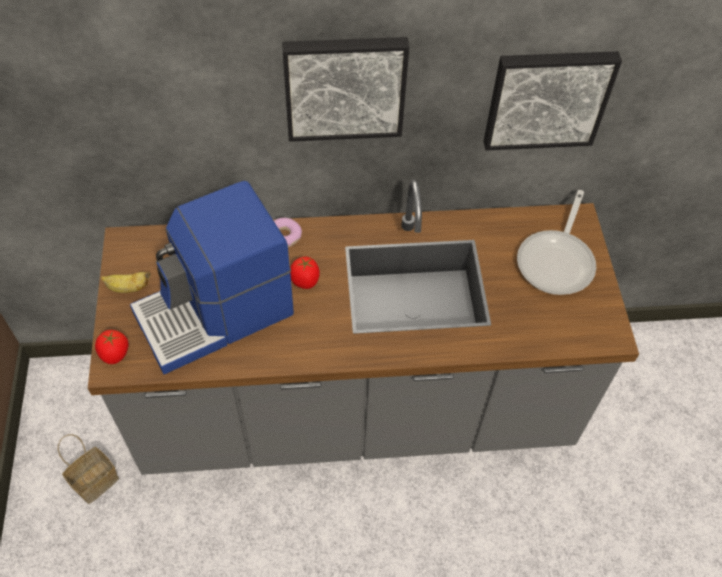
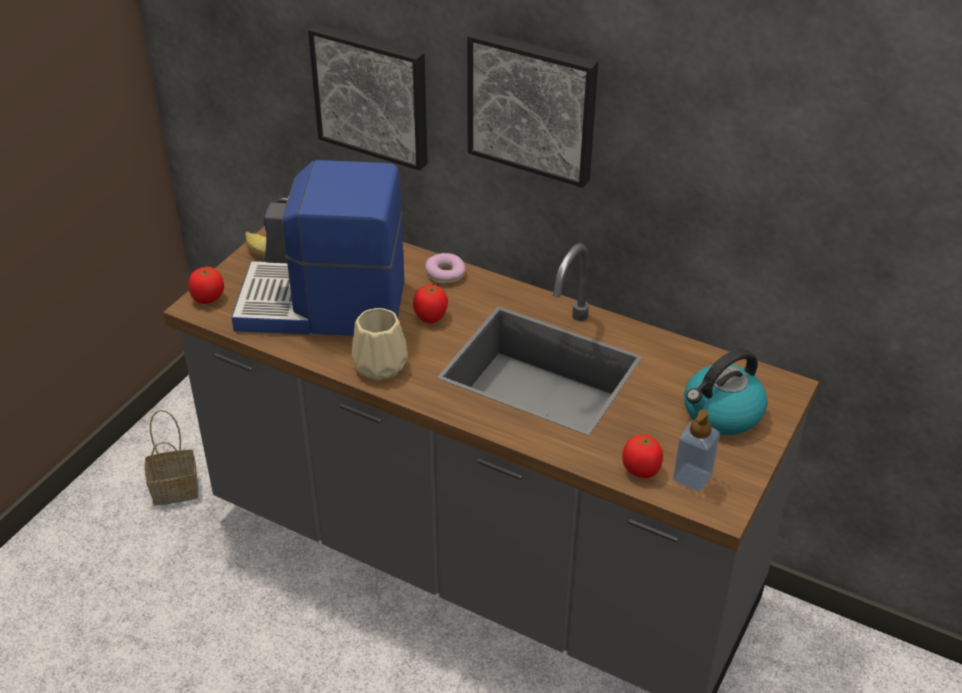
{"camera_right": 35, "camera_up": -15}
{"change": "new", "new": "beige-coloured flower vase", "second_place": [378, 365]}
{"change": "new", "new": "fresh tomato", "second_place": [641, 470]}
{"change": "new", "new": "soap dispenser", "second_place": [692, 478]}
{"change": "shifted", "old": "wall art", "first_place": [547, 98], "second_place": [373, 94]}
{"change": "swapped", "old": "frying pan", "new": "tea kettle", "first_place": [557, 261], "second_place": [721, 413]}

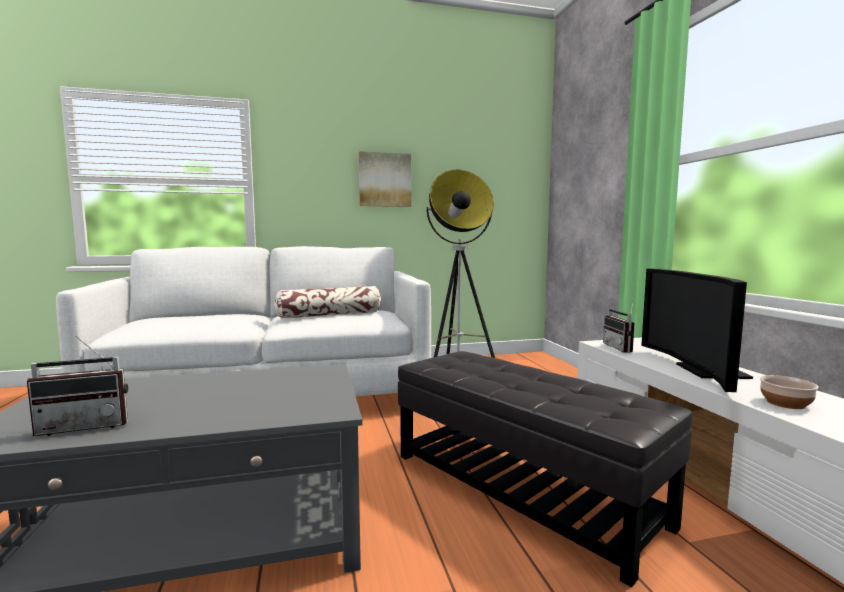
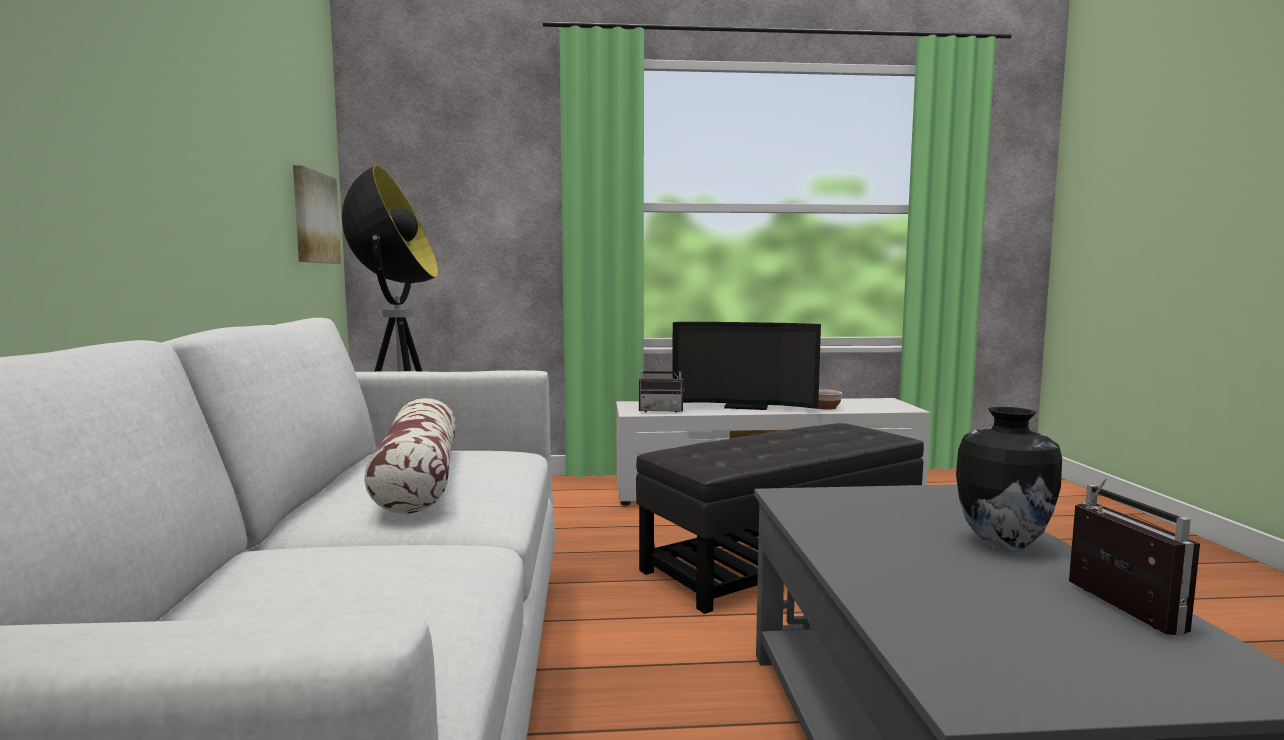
{"camera_right": -80, "camera_up": 0}
{"change": "new", "new": "flower vase", "second_place": [1001, 544]}
{"change": "shifted", "old": "wall art", "first_place": [384, 180], "second_place": [314, 217]}

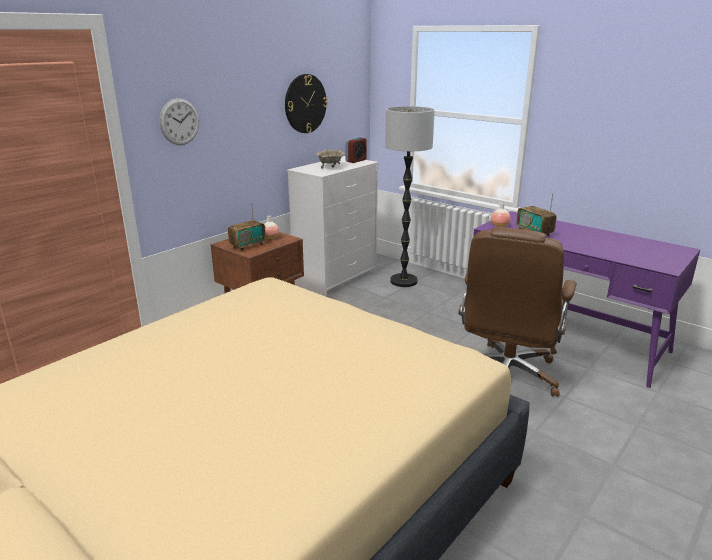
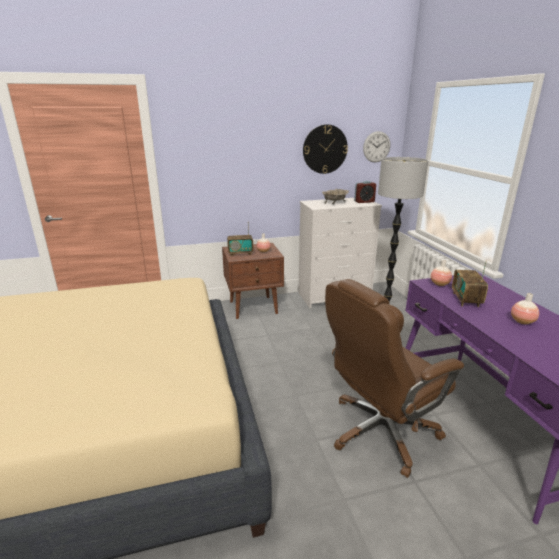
{"camera_right": 35, "camera_up": 0}
{"change": "new", "new": "flower vase", "second_place": [522, 321]}
{"change": "shifted", "old": "clock on the wall", "first_place": [179, 122], "second_place": [376, 147]}

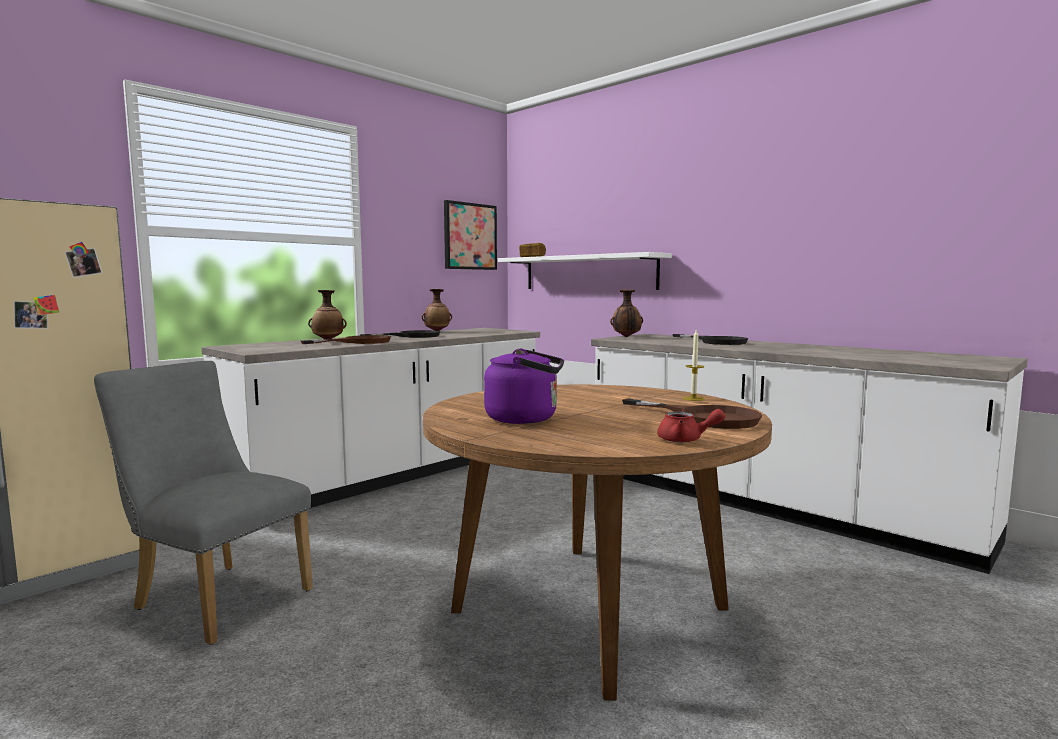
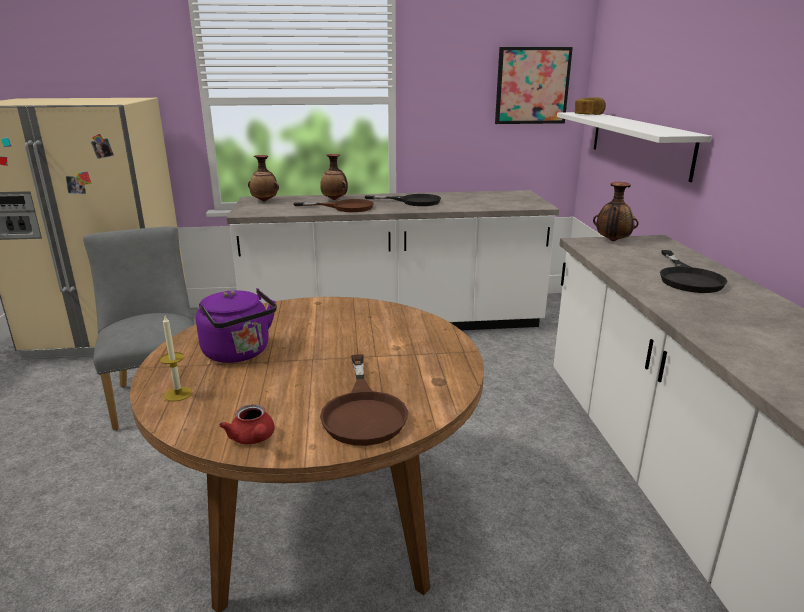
{"camera_right": 40, "camera_up": 15}
{"change": "shifted", "old": "flower vase", "first_place": [437, 331], "second_place": [265, 201]}
{"change": "shifted", "old": "candle", "first_place": [693, 399], "second_place": [178, 394]}

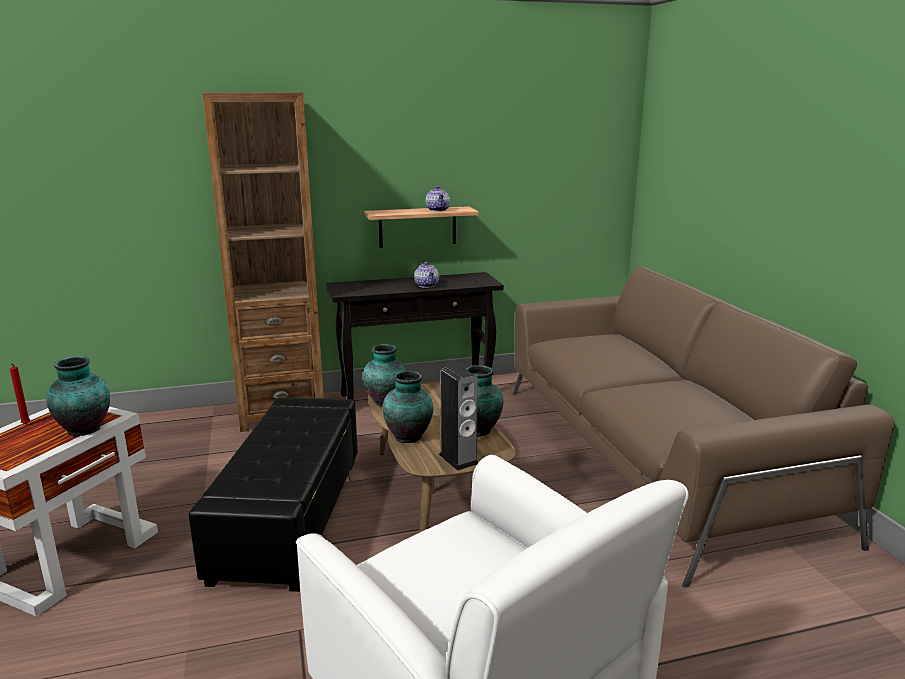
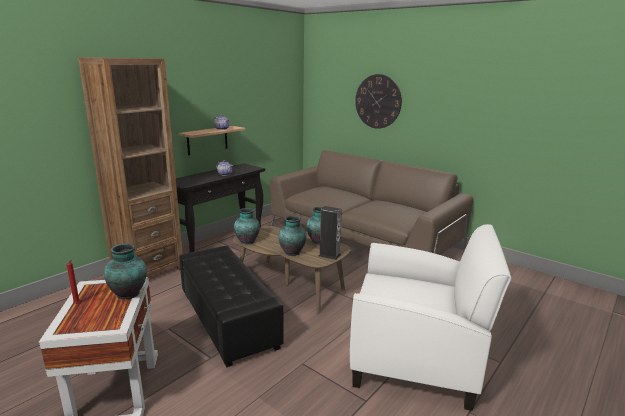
{"camera_right": -35, "camera_up": 0}
{"change": "new", "new": "clock on the wall", "second_place": [378, 101]}

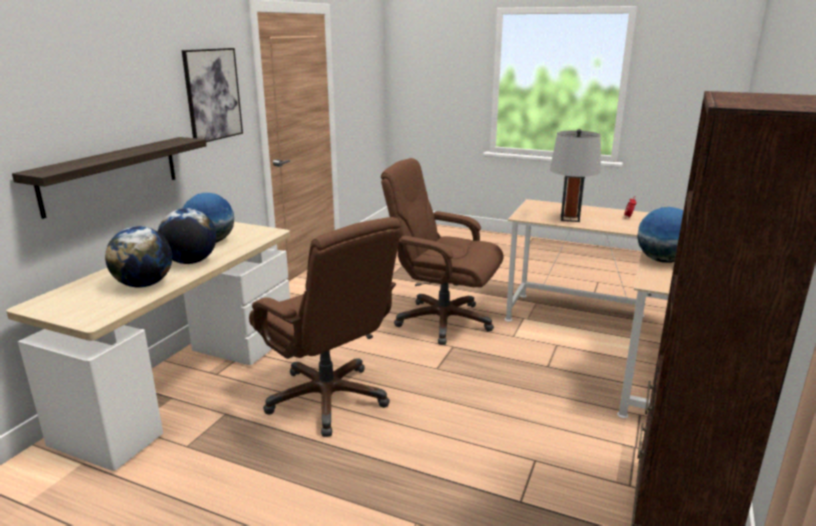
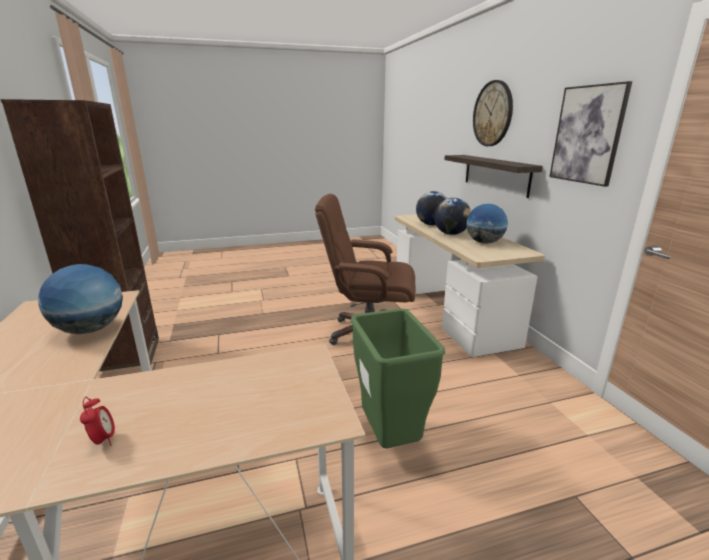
{"camera_right": 140, "camera_up": 0}
{"change": "gone", "old": "greyish table lamp", "first_place": [570, 218]}
{"change": "new", "new": "clock on the wall", "second_place": [492, 114]}
{"change": "swapped", "old": "brownish desk chair", "new": "greenish trash can", "first_place": [442, 321], "second_place": [390, 440]}

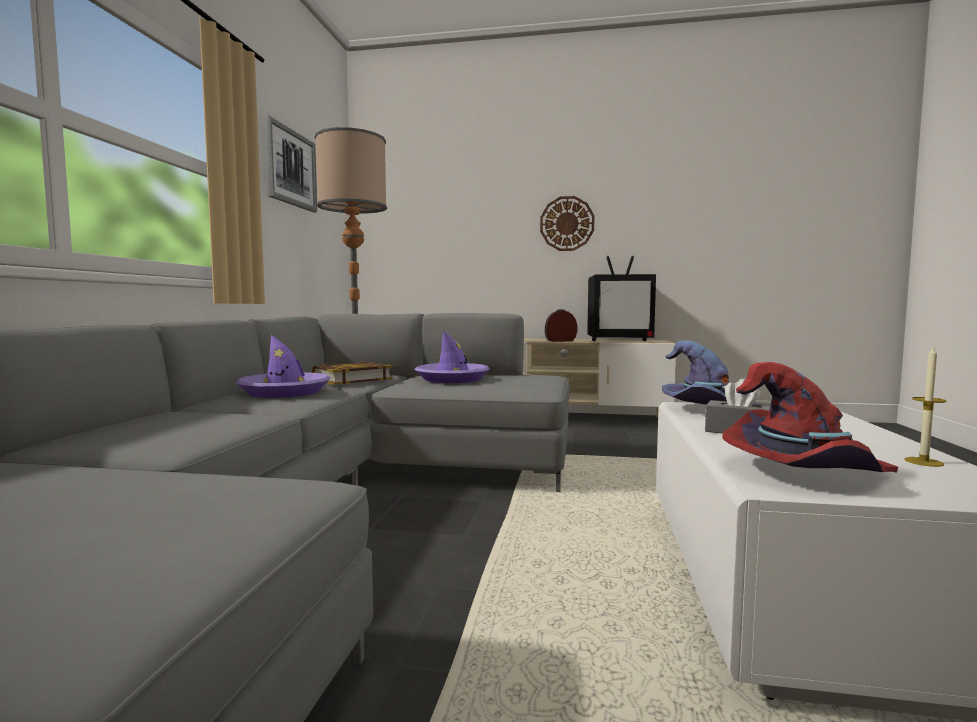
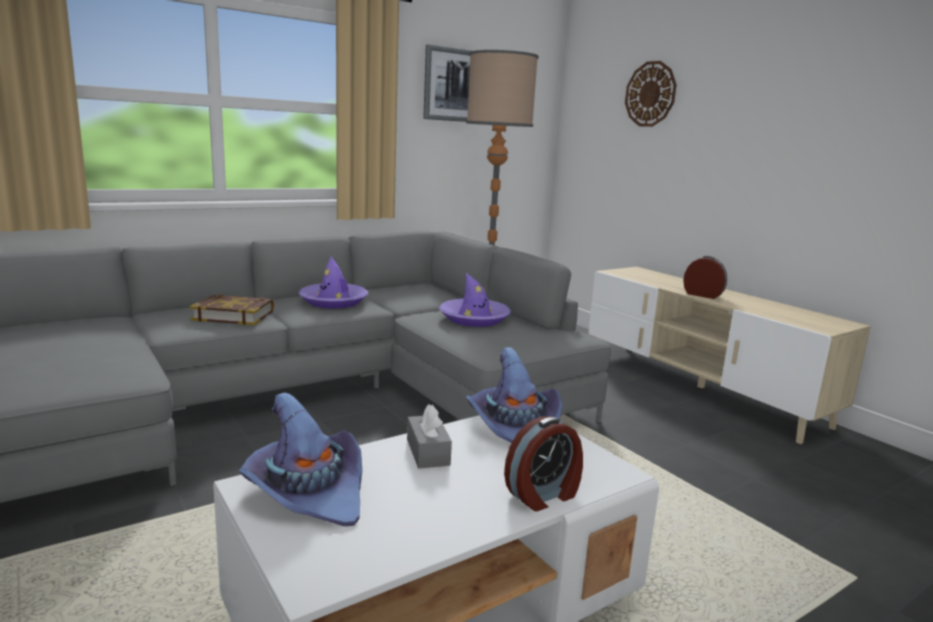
{"camera_right": 45, "camera_up": 10}
{"change": "gone", "old": "television", "first_place": [619, 341]}
{"change": "gone", "old": "candle", "first_place": [923, 462]}
{"change": "new", "new": "table clock", "second_place": [544, 495]}
{"change": "shifted", "old": "book", "first_place": [352, 379], "second_place": [233, 315]}
{"change": "shifted", "old": "clock on the wall", "first_place": [567, 223], "second_place": [650, 94]}
{"change": "repainted", "old": "red-coloured clothing hat", "new": "purple-coloured clothing hat", "first_place": [802, 472], "second_place": [307, 491]}

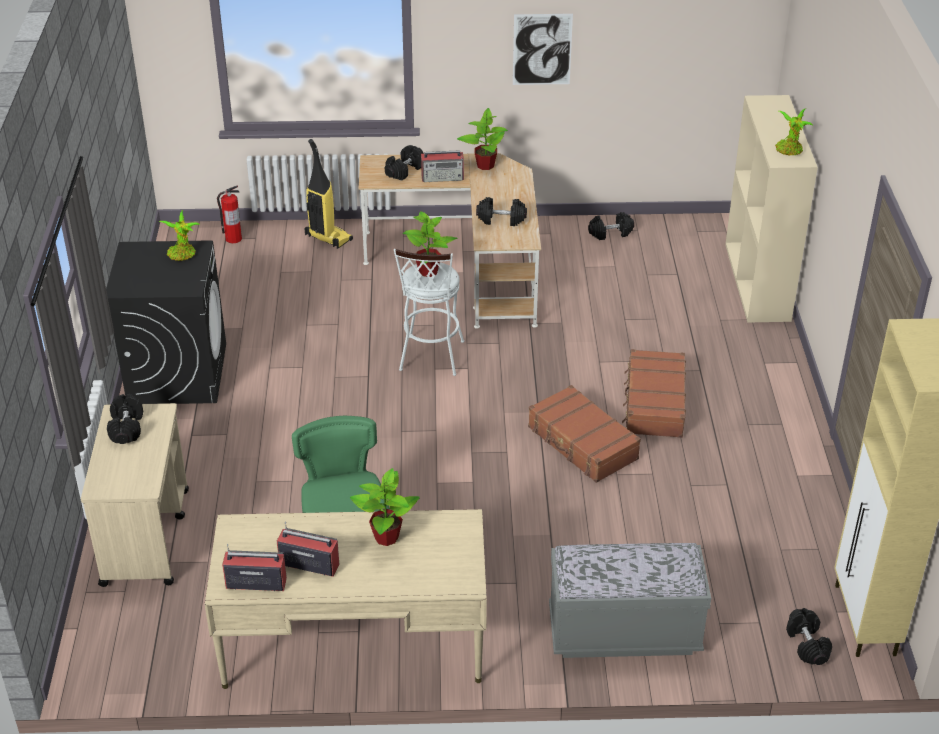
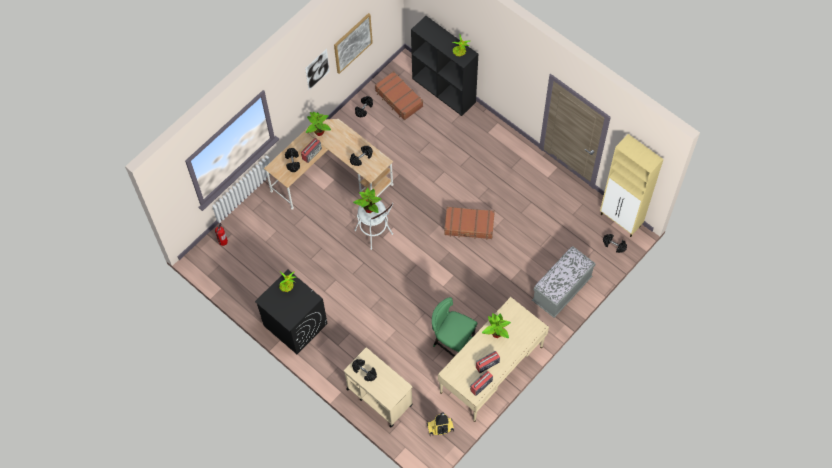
{"camera_right": -45, "camera_up": 25}
{"change": "new", "new": "wall art", "second_place": [352, 43]}
{"change": "shifted", "old": "vacuum cleaner", "first_place": [327, 238], "second_place": [440, 428]}
{"change": "shifted", "old": "brownish suitcase", "first_place": [654, 403], "second_place": [398, 99]}
{"change": "repainted", "old": "beige-coloured bookshelf", "new": "black-coloured bookshelf", "first_place": [758, 282], "second_place": [444, 90]}

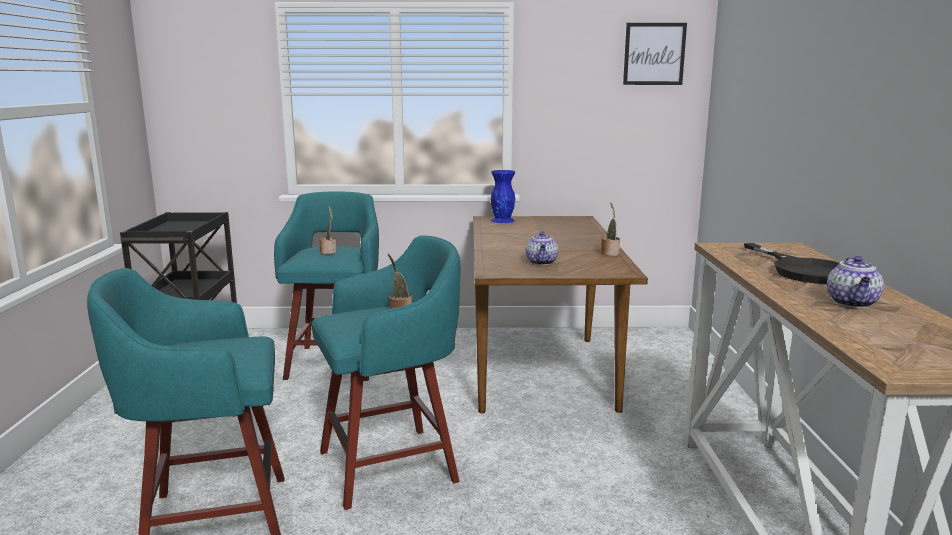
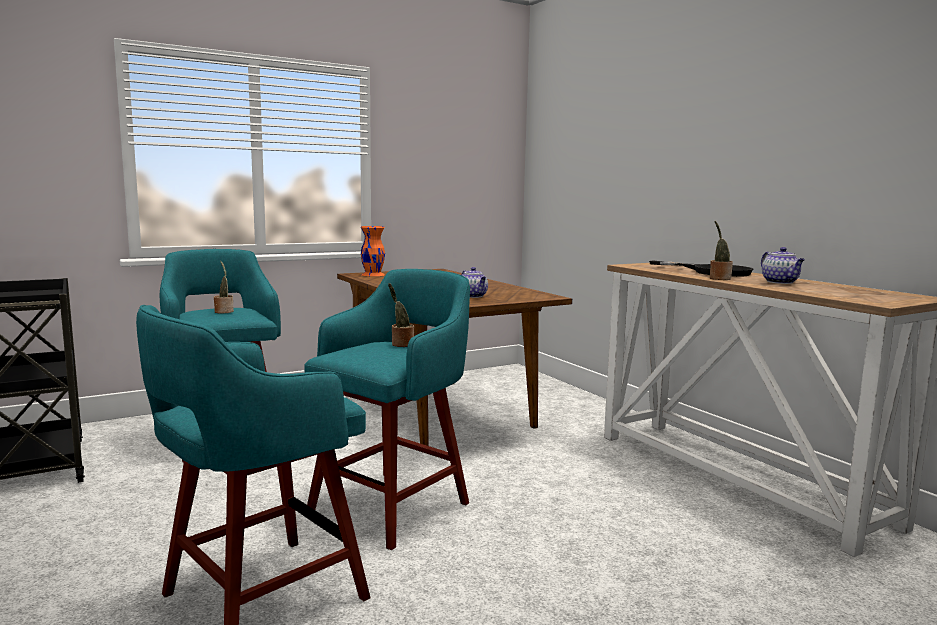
{"camera_right": -30, "camera_up": -5}
{"change": "gone", "old": "wall art", "first_place": [654, 54]}
{"change": "shifted", "old": "plant in a pot", "first_place": [609, 253], "second_place": [719, 278]}
{"change": "repainted", "old": "blue flower vase", "new": "orange-coloured flower vase", "first_place": [502, 220], "second_place": [373, 274]}

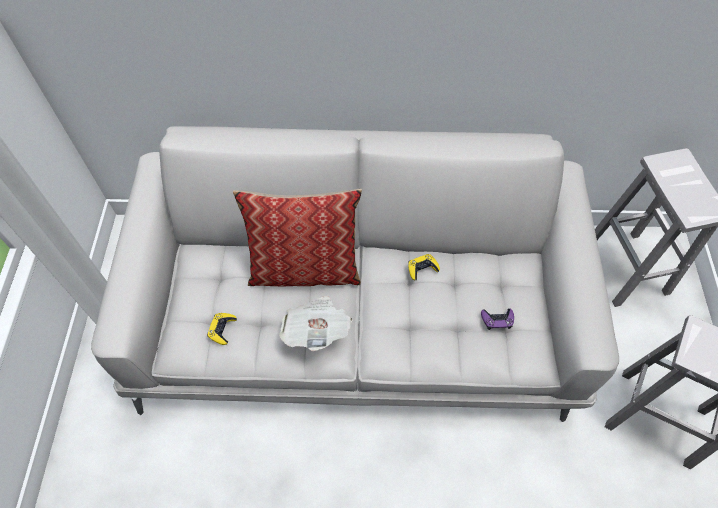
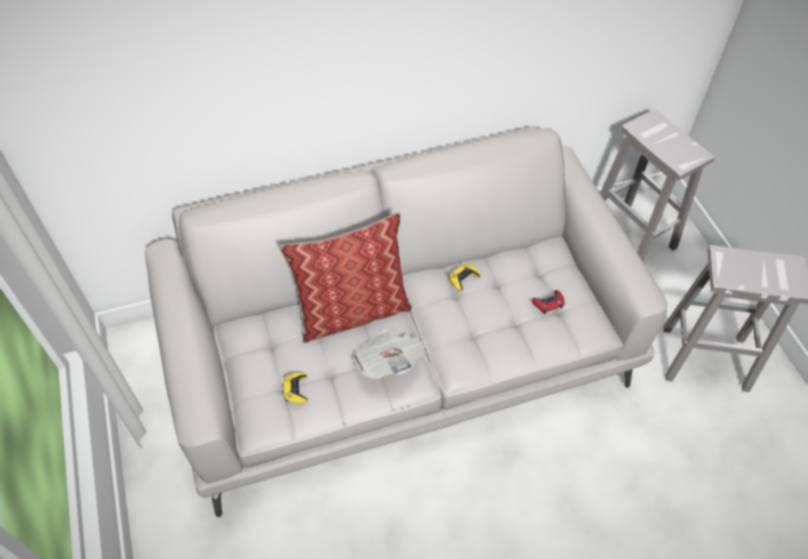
{"camera_right": -20, "camera_up": -5}
{"change": "repainted", "old": "purple-coloured gamepad", "new": "red-coloured gamepad", "first_place": [497, 320], "second_place": [548, 303]}

